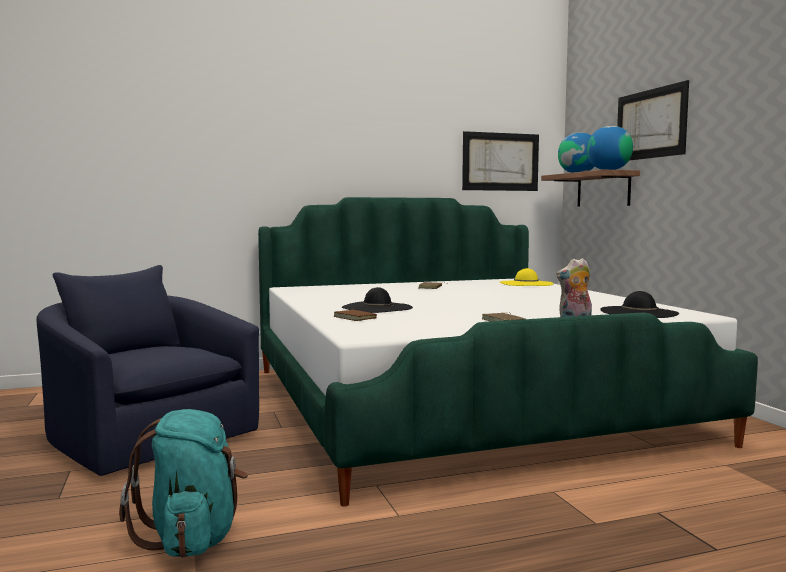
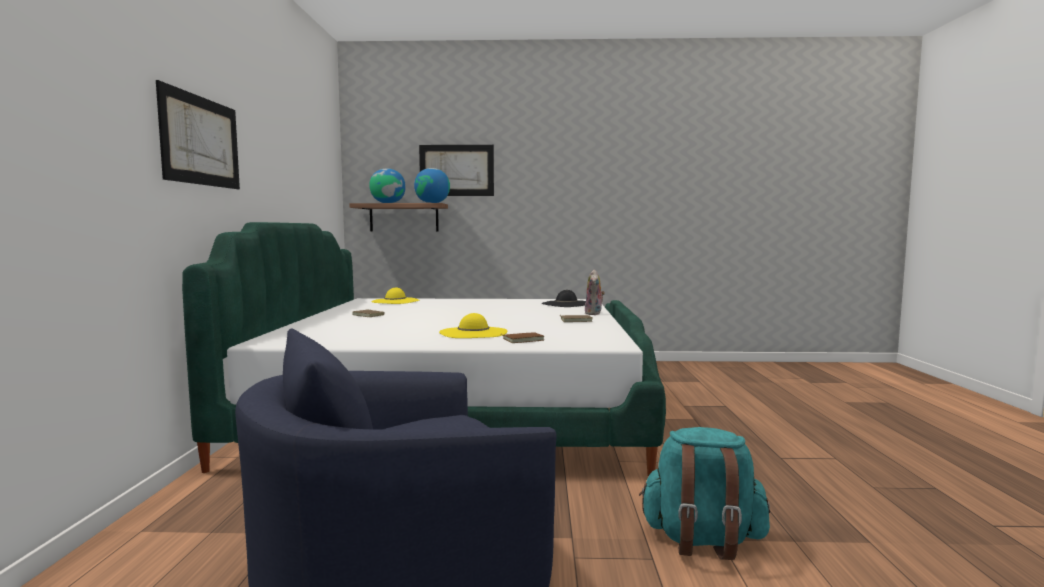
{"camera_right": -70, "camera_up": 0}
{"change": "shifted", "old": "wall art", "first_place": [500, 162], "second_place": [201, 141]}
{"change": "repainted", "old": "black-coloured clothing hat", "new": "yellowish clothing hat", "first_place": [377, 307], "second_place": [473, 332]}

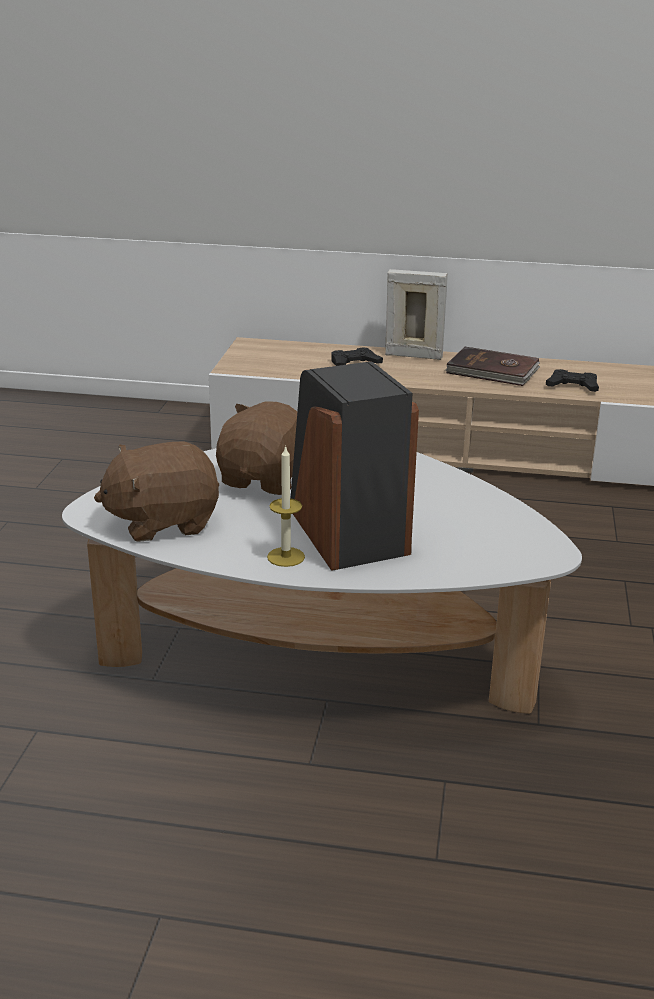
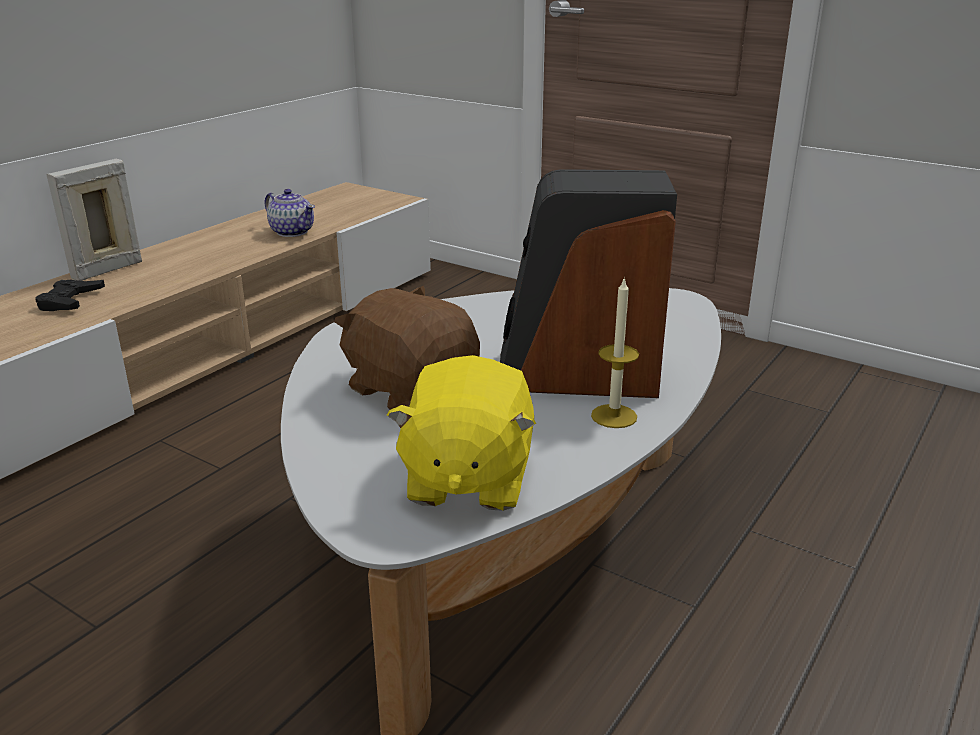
{"camera_right": -65, "camera_up": 0}
{"change": "gone", "old": "brownish book", "first_place": [492, 371]}
{"change": "swapped", "old": "black-coloured gamepad", "new": "pot for tea", "first_place": [572, 386], "second_place": [292, 232]}
{"change": "repainted", "old": "brownish cuddly toy", "new": "yellowish cuddly toy", "first_place": [162, 522], "second_place": [466, 479]}

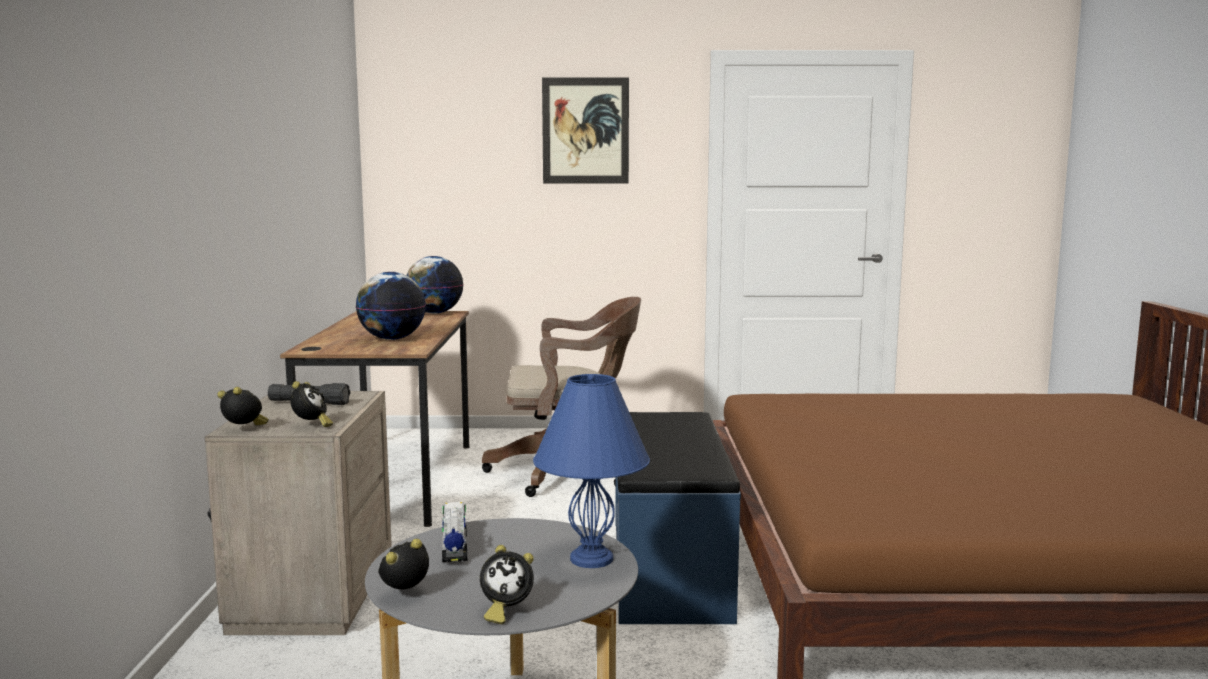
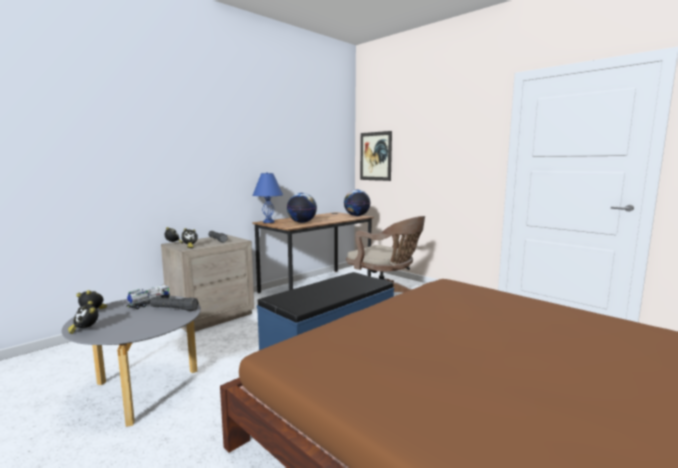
{"camera_right": 45, "camera_up": 0}
{"change": "new", "new": "black-coloured hand torch", "second_place": [174, 309]}
{"change": "shifted", "old": "blue table lamp", "first_place": [592, 558], "second_place": [269, 222]}
{"change": "shifted", "old": "wall art", "first_place": [585, 131], "second_place": [375, 156]}

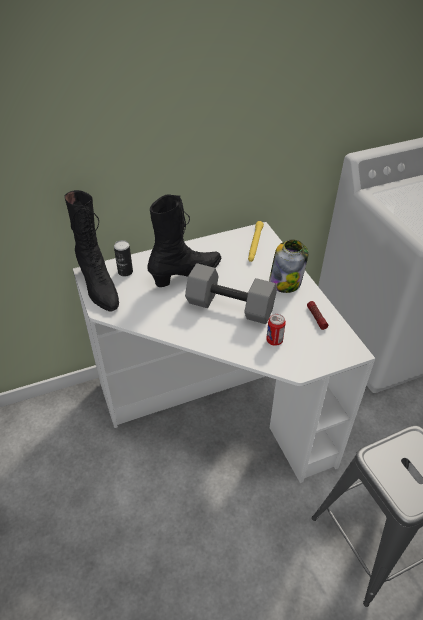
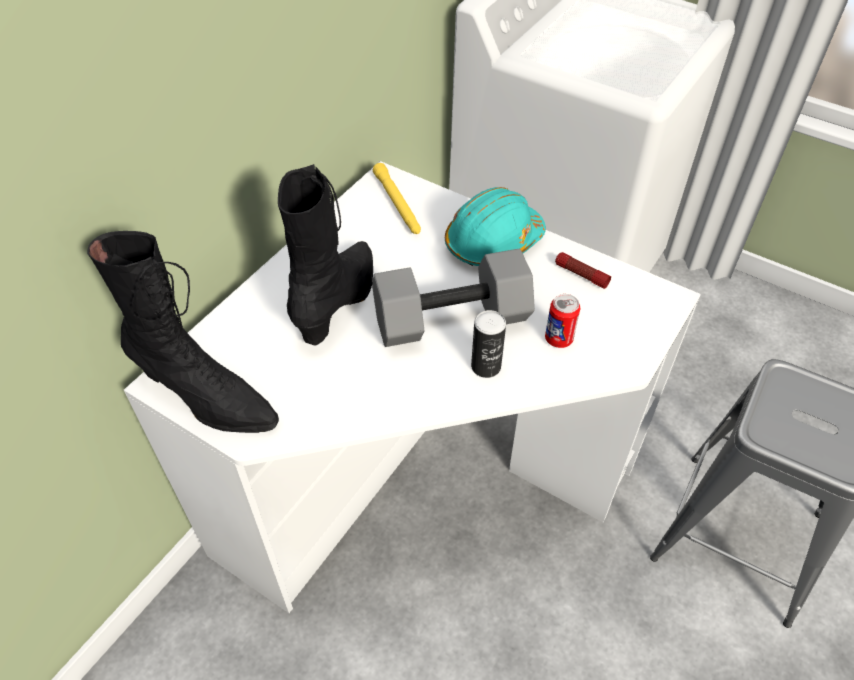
{"camera_right": -35, "camera_up": 5}
{"change": "shifted", "old": "can", "first_place": [125, 272], "second_place": [486, 366]}
{"change": "swapped", "old": "preserve jar", "new": "turquoise-coloured work helmet", "first_place": [285, 282], "second_place": [493, 242]}

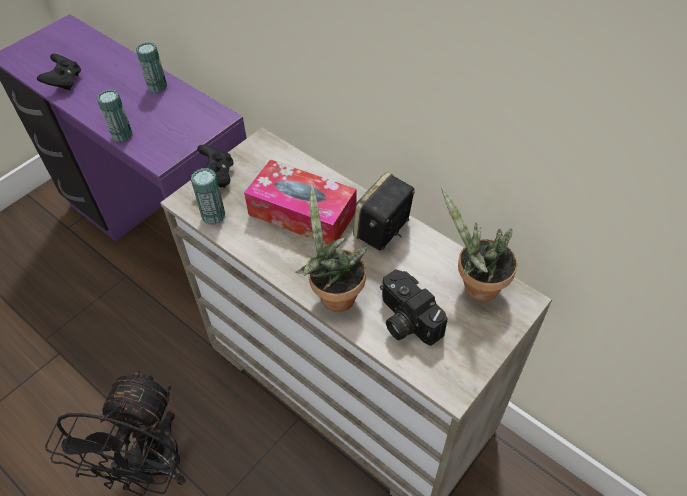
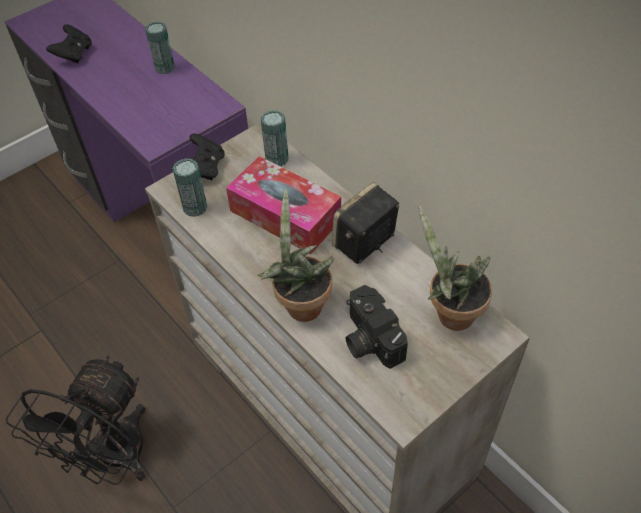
{"camera_right": 10, "camera_up": 0}
{"change": "shifted", "old": "can", "first_place": [122, 135], "second_place": [277, 159]}

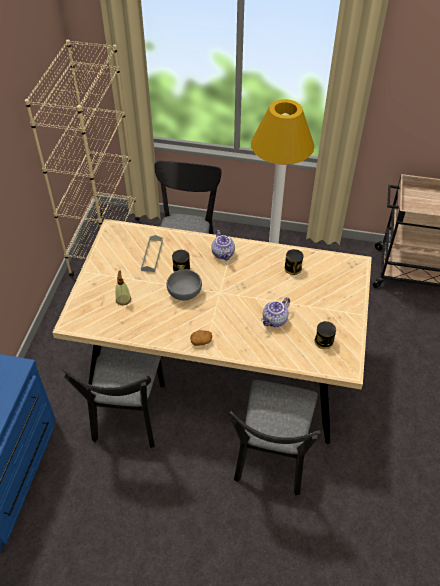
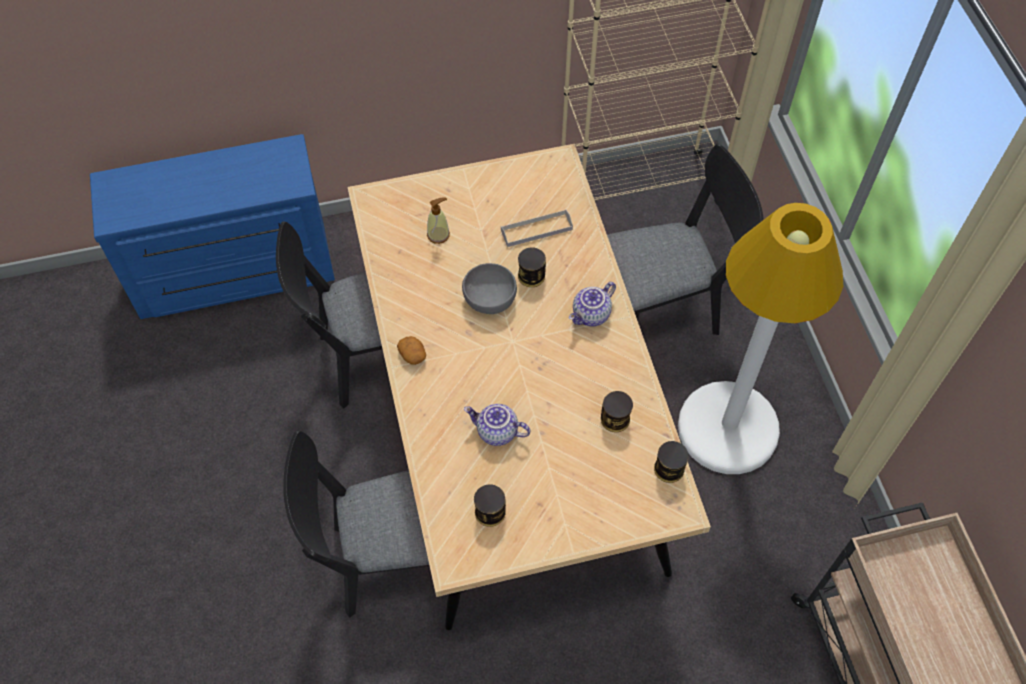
{"camera_right": 65, "camera_up": 10}
{"change": "new", "new": "can", "second_place": [669, 469]}

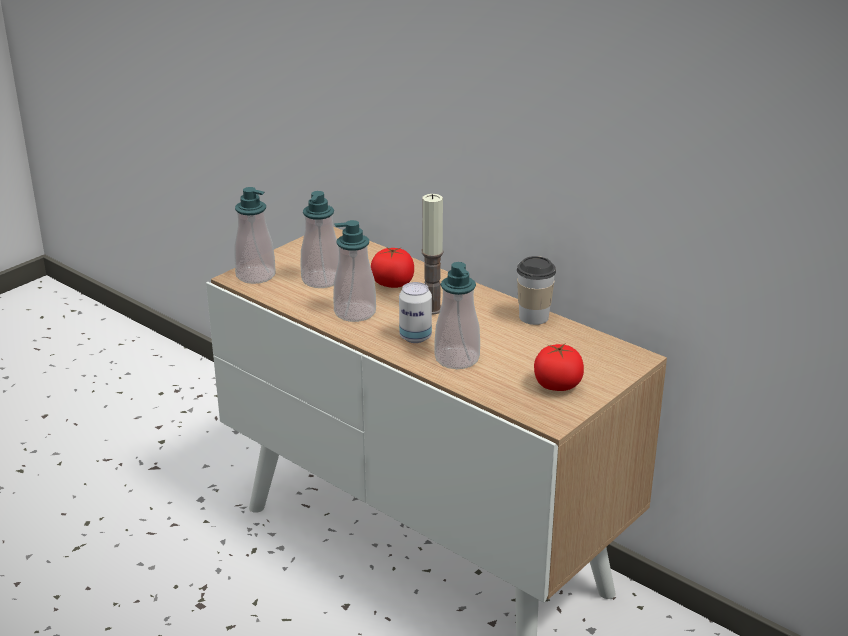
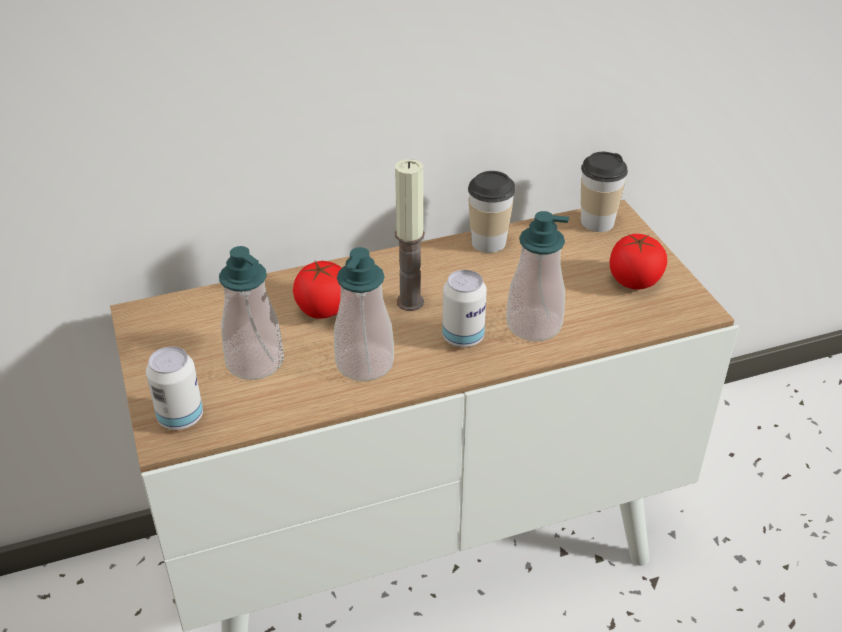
{"camera_right": -60, "camera_up": 10}
{"change": "new", "new": "cup", "second_place": [597, 222]}
{"change": "swapped", "old": "soap dispenser", "new": "can", "first_place": [255, 275], "second_place": [180, 418]}

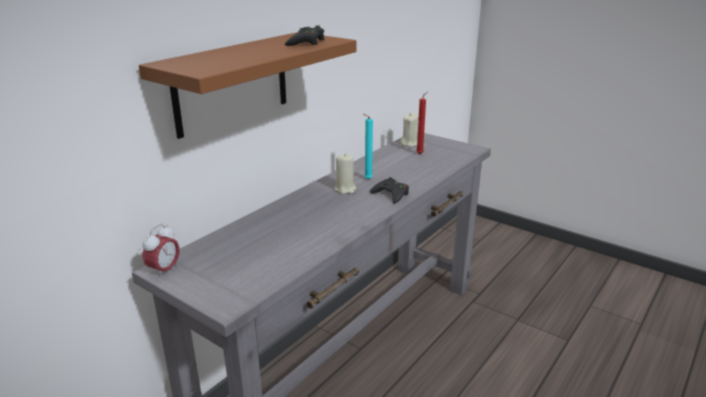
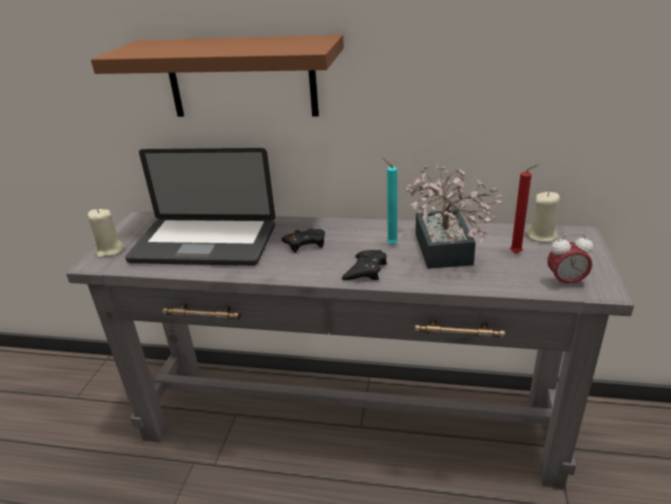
{"camera_right": 65, "camera_up": 5}
{"change": "new", "new": "notebook computer", "second_place": [204, 244]}
{"change": "new", "new": "plant in a pot", "second_place": [444, 254]}
{"change": "shifted", "old": "table clock", "first_place": [164, 271], "second_place": [565, 282]}
{"change": "shifted", "old": "black-coloured gamepad", "first_place": [306, 42], "second_place": [305, 244]}
{"change": "shifted", "old": "beige-coloured candle", "first_place": [345, 189], "second_place": [110, 251]}

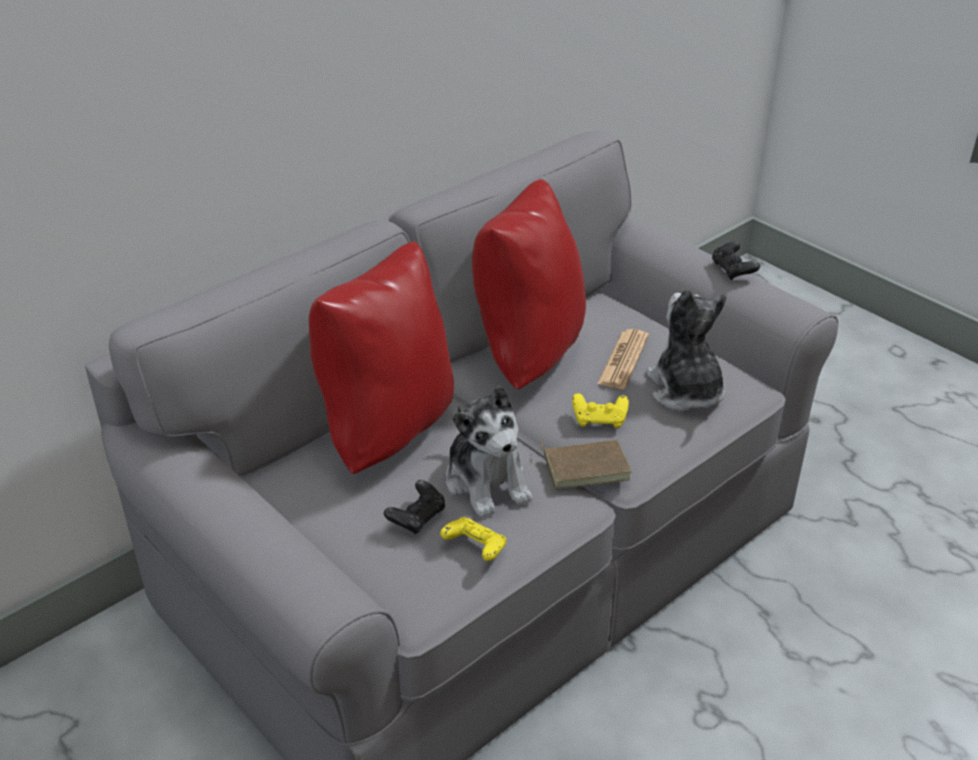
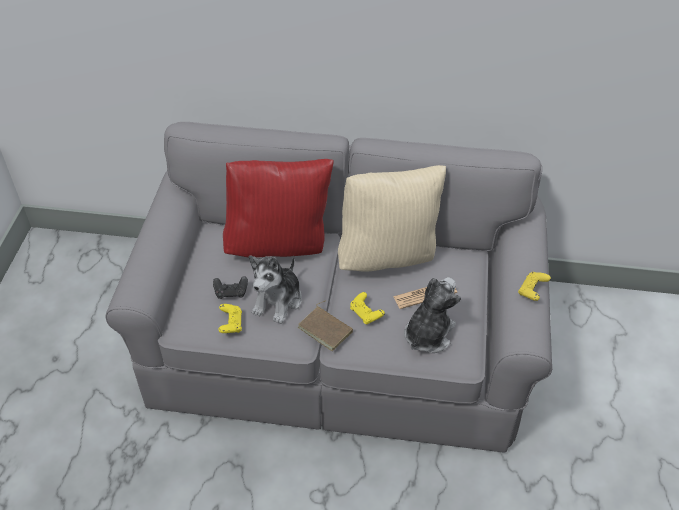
{"camera_right": 50, "camera_up": 10}
{"change": "repainted", "old": "red-coloured cushion", "new": "beige-coloured cushion", "first_place": [525, 353], "second_place": [388, 256]}
{"change": "repainted", "old": "black-coloured gamepad", "new": "yellowish gamepad", "first_place": [733, 270], "second_place": [532, 291]}

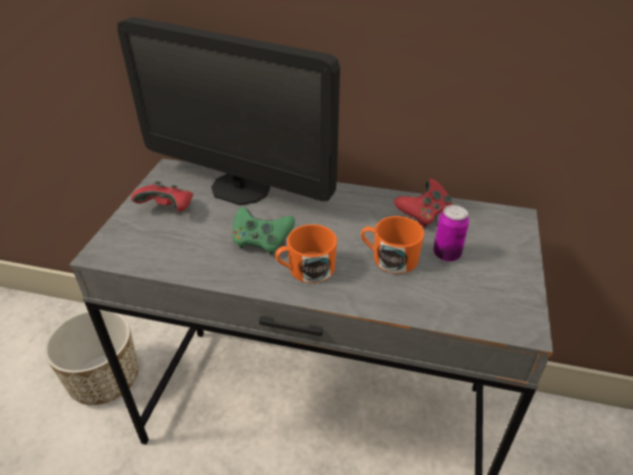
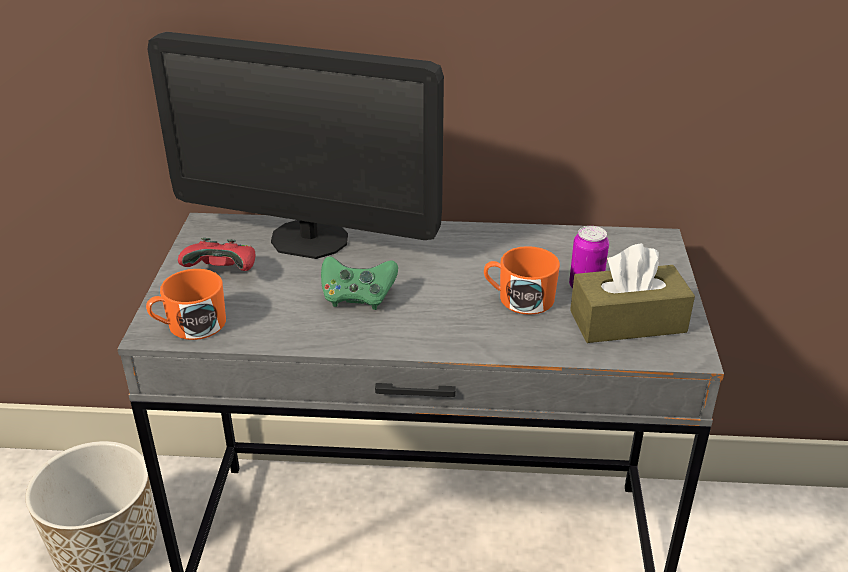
{"camera_right": -10, "camera_up": -5}
{"change": "gone", "old": "red-coloured gamepad", "first_place": [423, 215]}
{"change": "new", "new": "brownish tissue box", "second_place": [627, 321]}
{"change": "shifted", "old": "orange-coloured coffee mug", "first_place": [306, 269], "second_place": [190, 325]}

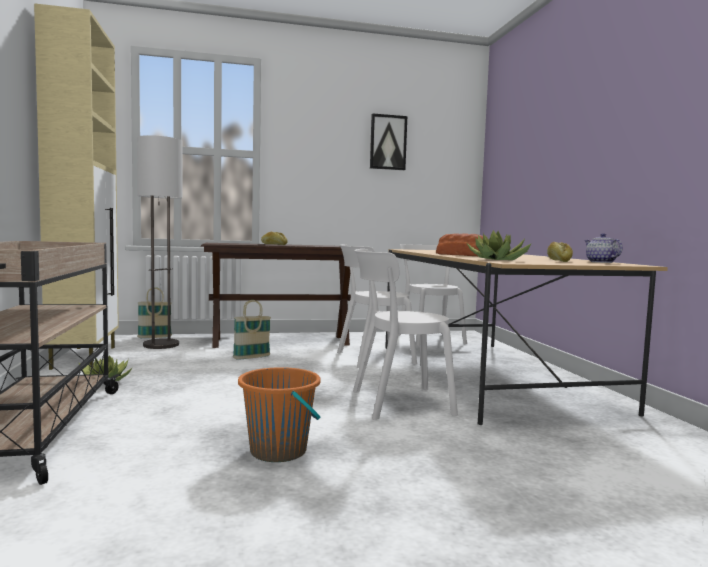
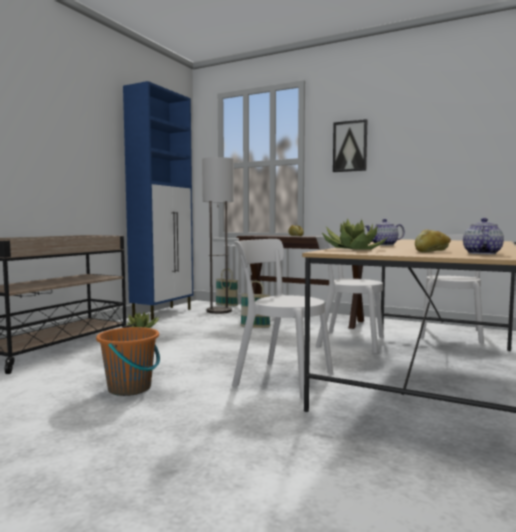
{"camera_right": 40, "camera_up": 0}
{"change": "shifted", "old": "wall art", "first_place": [388, 142], "second_place": [350, 146]}
{"change": "swapped", "old": "bakery bread", "new": "pot for tea", "first_place": [463, 255], "second_place": [383, 245]}
{"change": "repainted", "old": "beige-coloured cabinet", "new": "blue cabinet", "first_place": [85, 357], "second_place": [163, 313]}

